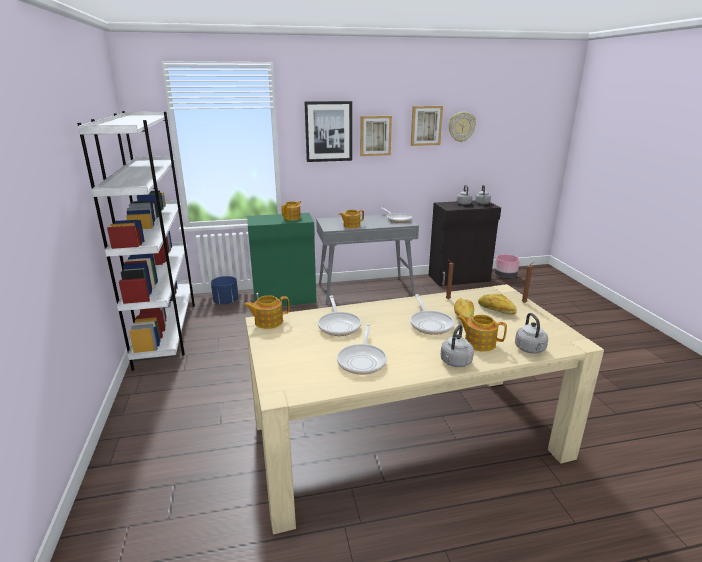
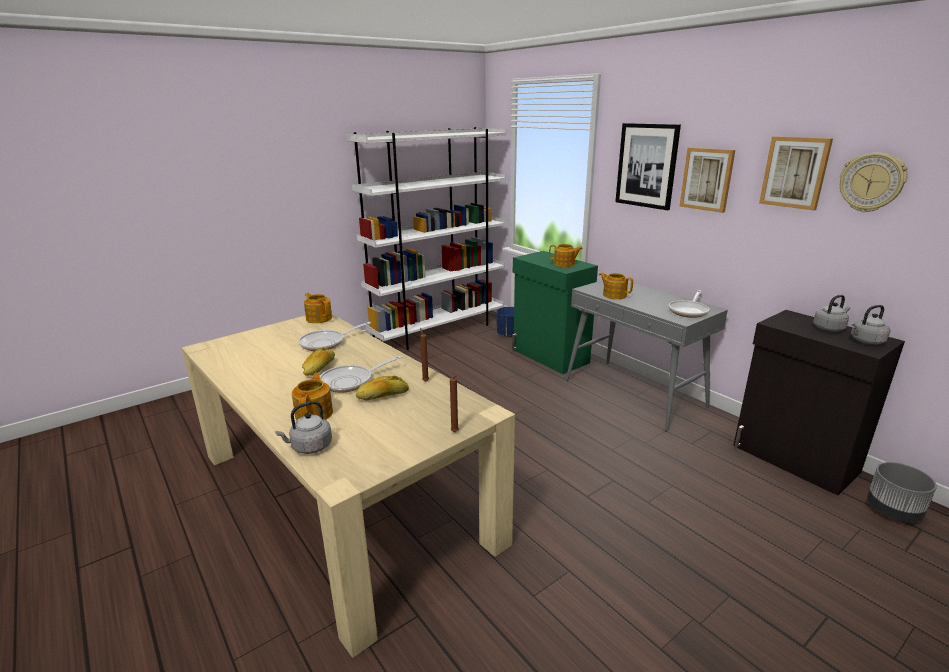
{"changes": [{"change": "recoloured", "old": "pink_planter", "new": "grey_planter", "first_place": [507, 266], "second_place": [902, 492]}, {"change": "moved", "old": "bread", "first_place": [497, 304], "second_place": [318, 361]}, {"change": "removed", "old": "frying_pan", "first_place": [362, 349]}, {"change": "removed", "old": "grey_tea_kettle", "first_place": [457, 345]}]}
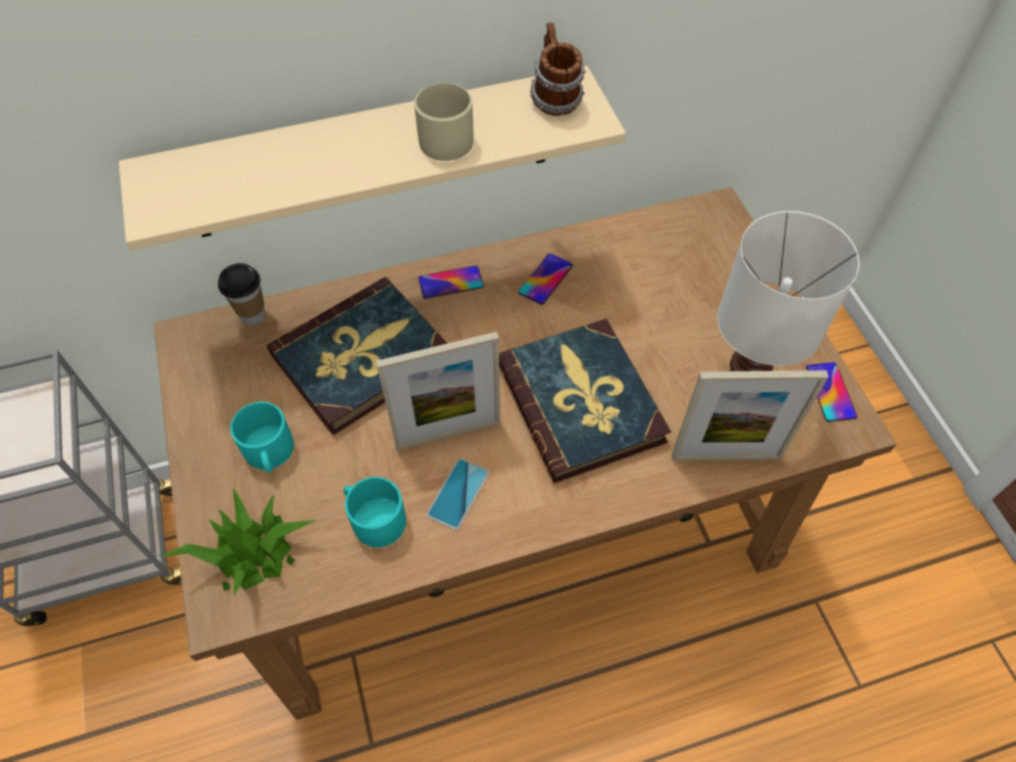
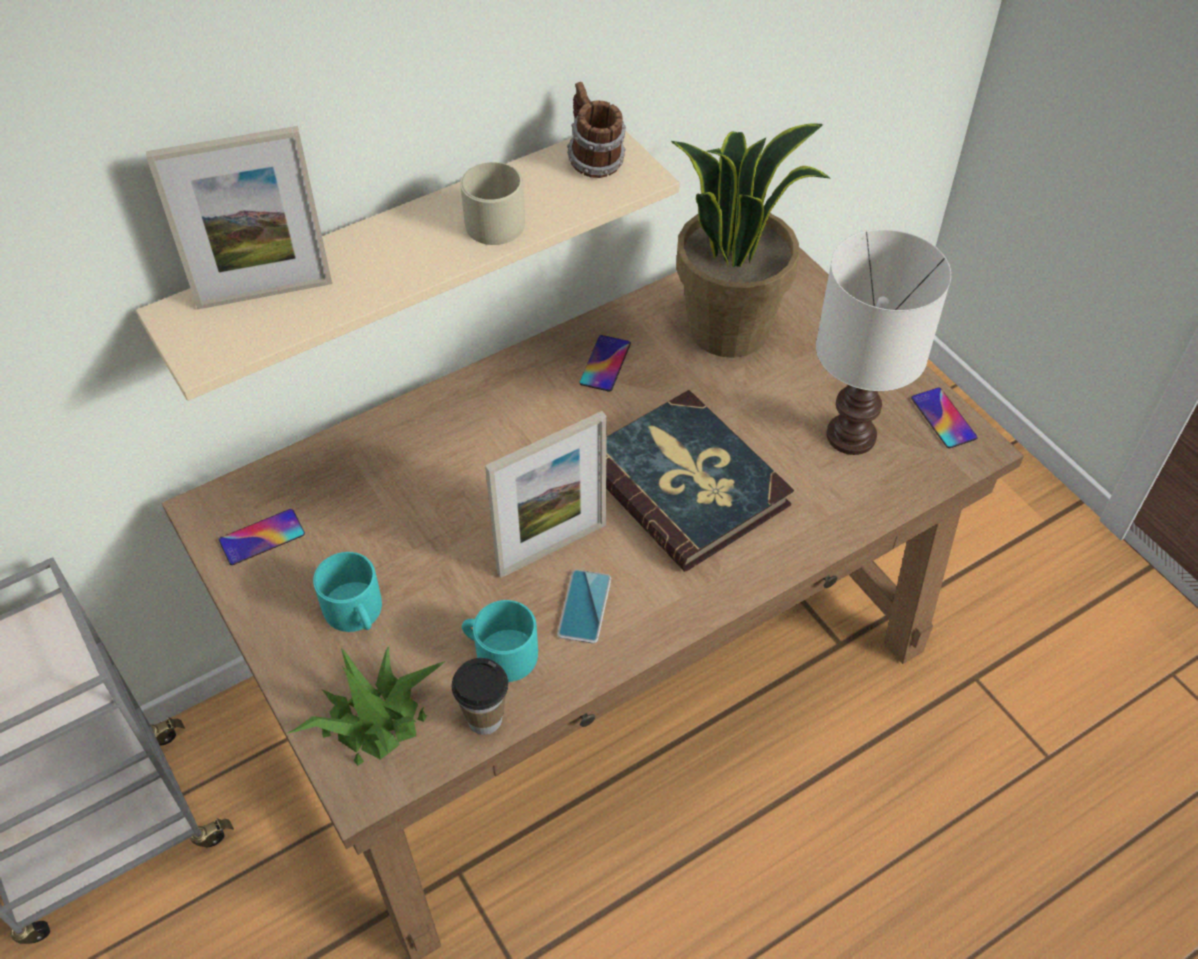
{"changes": [{"change": "moved", "old": "small_cup", "first_place": [242, 294], "second_place": [480, 696]}, {"change": "moved", "old": "handset", "first_place": [451, 282], "second_place": [262, 537]}, {"change": "removed", "old": "bound_book", "first_place": [357, 356]}, {"change": "moved", "old": "standing_frame", "first_place": [750, 415], "second_place": [239, 217]}, {"change": "added", "new": "plant_in_a_pot", "second_place": [750, 240]}]}
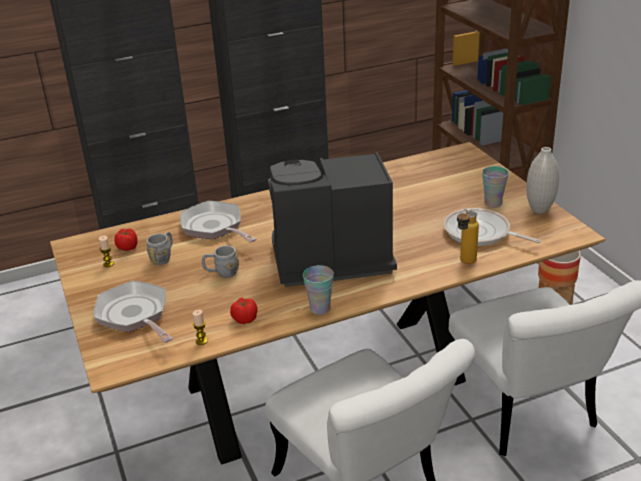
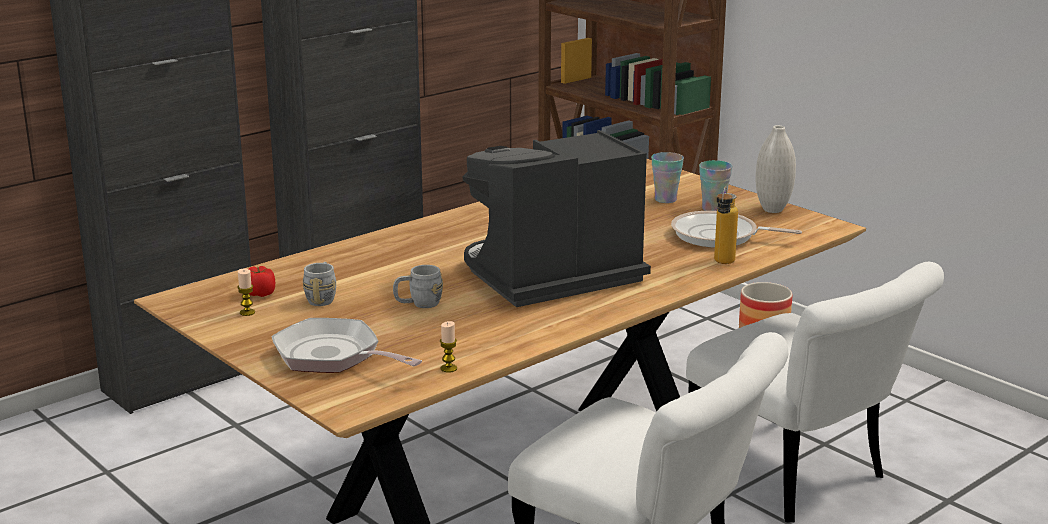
{"changes": [{"change": "removed", "old": "frying_pan", "first_place": [218, 222]}, {"change": "moved", "old": "small_cup", "first_place": [318, 290], "second_place": [667, 177]}, {"change": "removed", "old": "fresh_tomato", "first_place": [244, 311]}]}
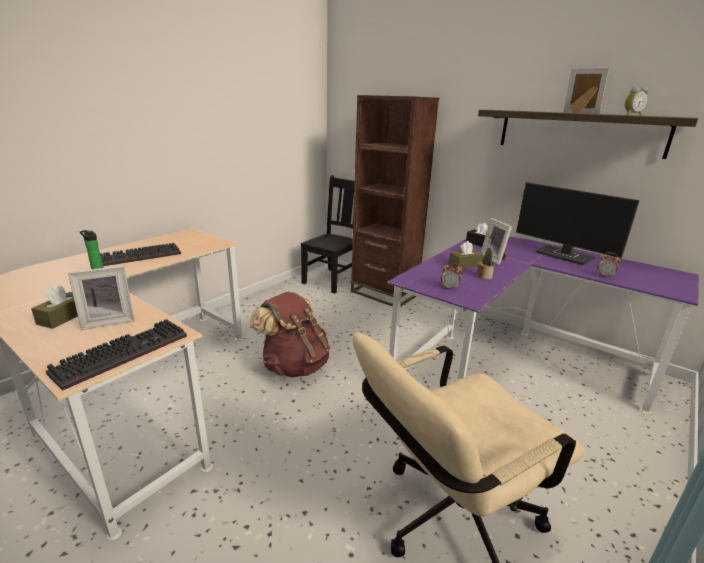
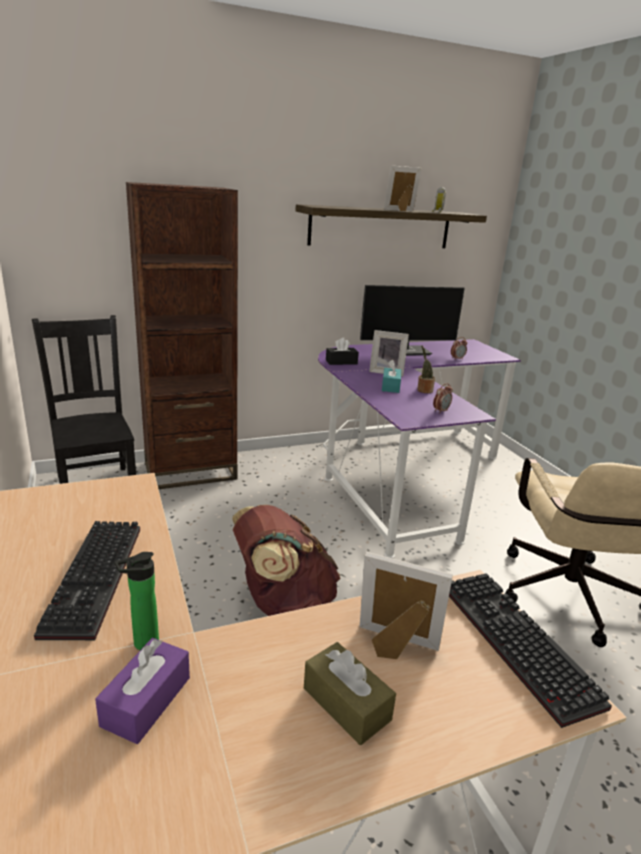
{"changes": [{"change": "recoloured", "old": "brown-coloured_box_of_tissues", "new": "blue-green_box_of_tissues", "first_place": [466, 255], "second_place": [391, 376]}, {"change": "turned", "old": "standing_frame", "first_place": [101, 298], "second_place": [406, 605], "degrees": -75}, {"change": "added", "new": "purple-coloured_box_of_tissues", "second_place": [142, 691]}]}
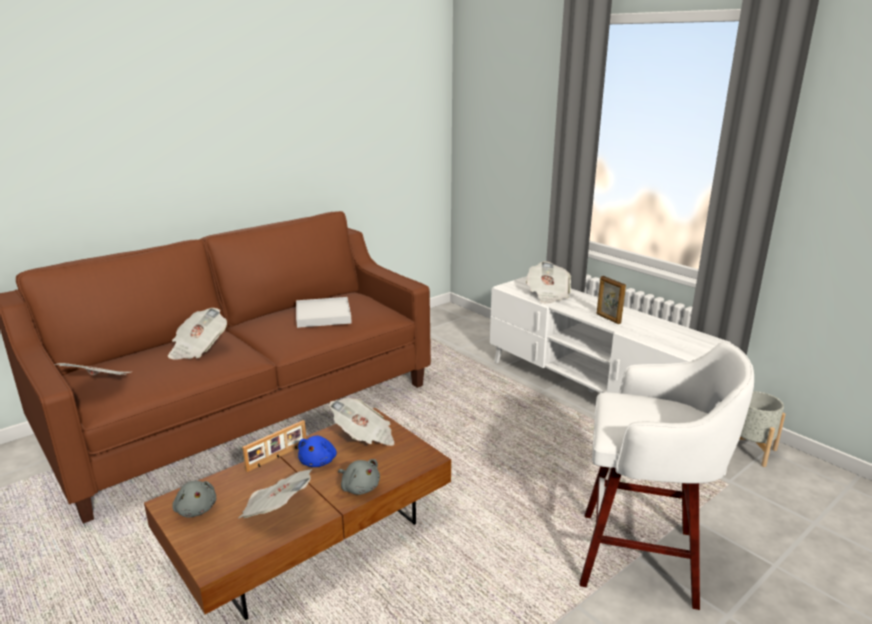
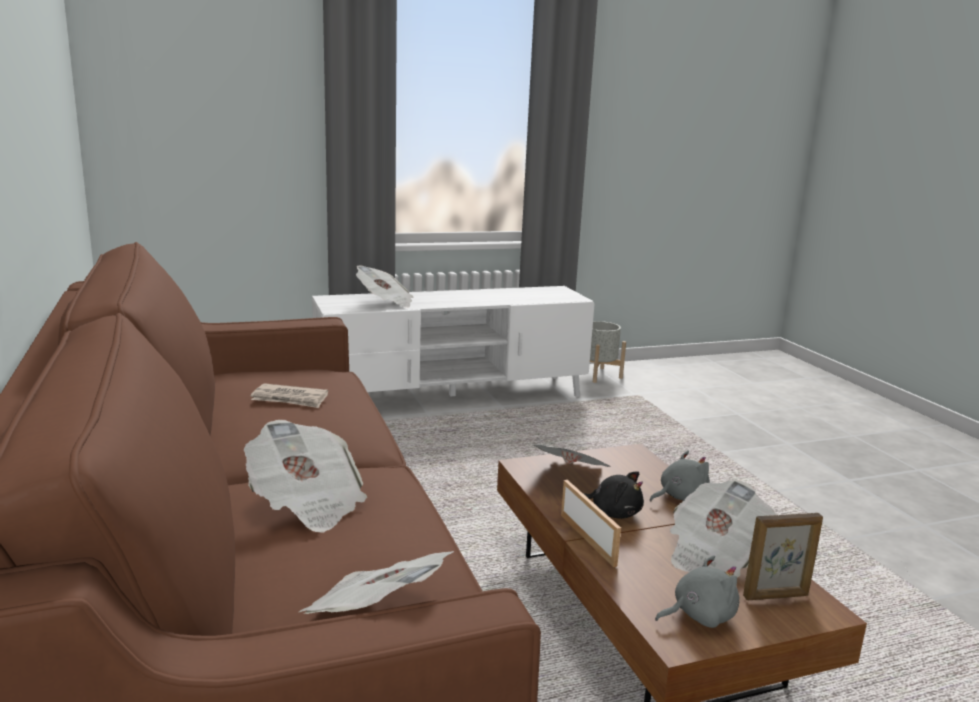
{"changes": [{"change": "moved", "old": "standing_frame", "first_place": [611, 300], "second_place": [783, 556]}, {"change": "replaced", "old": "white-coloured_serving_tray", "new": "daily_paper", "first_place": [324, 312], "second_place": [289, 395]}, {"change": "removed", "old": "white-coloured_stool", "first_place": [666, 476]}, {"change": "recoloured", "old": "bluish_cuddly_toy", "new": "black-coloured_cuddly_toy", "first_place": [317, 451], "second_place": [613, 495]}]}
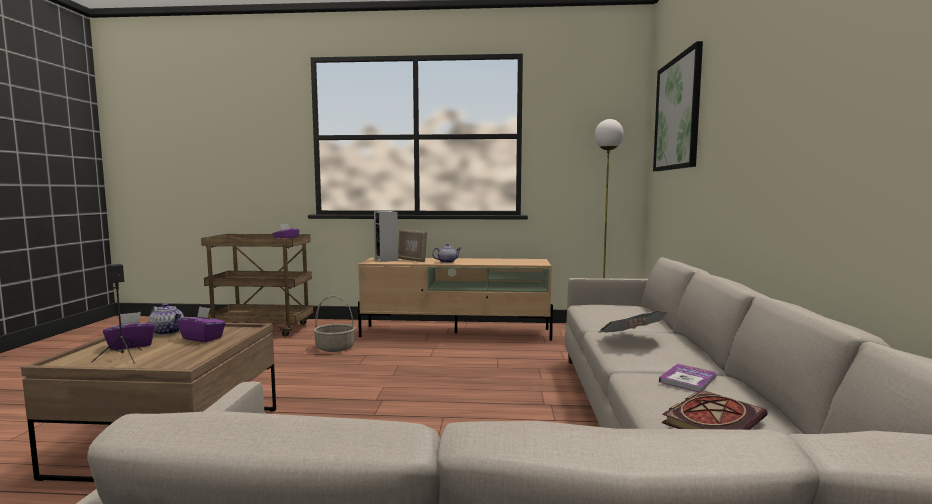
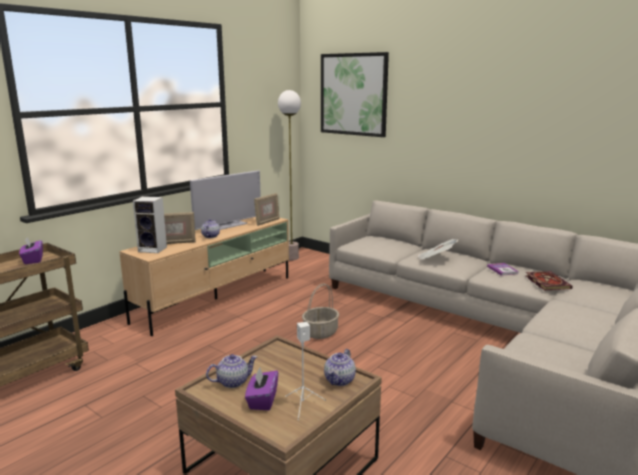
{"changes": [{"change": "recoloured", "old": "black-coloured_audio_speaker", "new": "white-coloured_audio_speaker", "first_place": [117, 314], "second_place": [305, 371]}, {"change": "moved", "old": "household_basket", "first_place": [334, 324], "second_place": [320, 311]}, {"change": "removed", "old": "purple-coloured_box_of_tissues", "first_place": [201, 324]}, {"change": "added", "new": "TV_set", "second_place": [225, 200]}, {"change": "added", "new": "standing_frame", "second_place": [267, 209]}, {"change": "added", "new": "tea_pot", "second_place": [340, 367]}]}
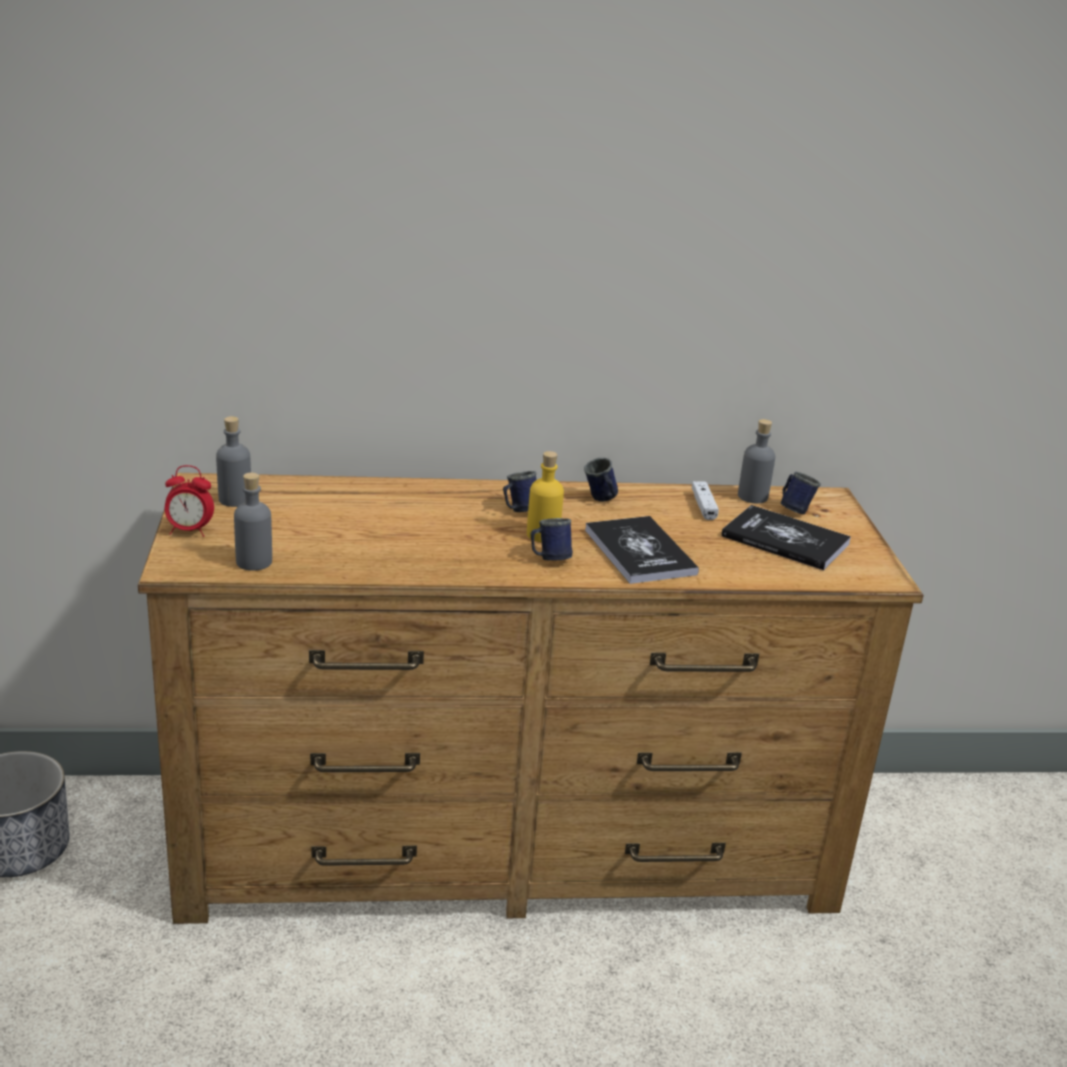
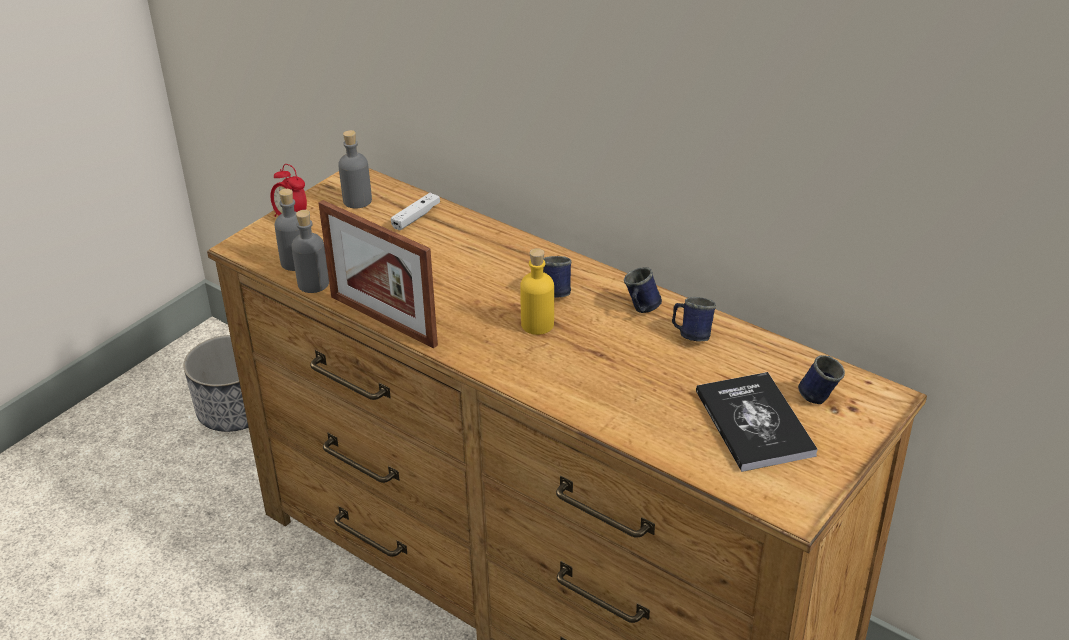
{"changes": [{"change": "moved", "old": "grey_drink_bottle", "first_place": [756, 461], "second_place": [310, 251]}, {"change": "moved", "old": "white-coloured_game_controller", "first_place": [705, 500], "second_place": [415, 211]}, {"change": "removed", "old": "bound_book", "first_place": [642, 550]}, {"change": "moved", "old": "bluish_mug", "first_place": [552, 539], "second_place": [694, 319]}, {"change": "added", "new": "standing_frame", "second_place": [378, 274]}]}
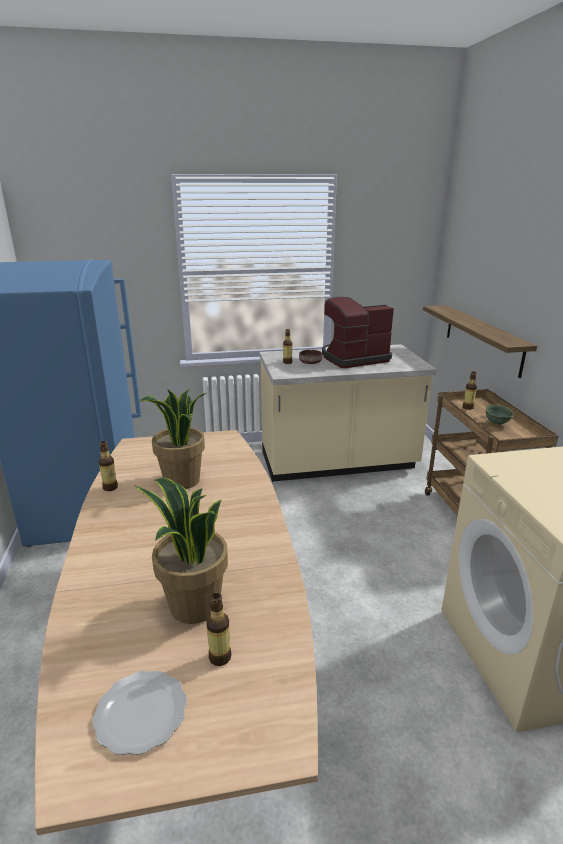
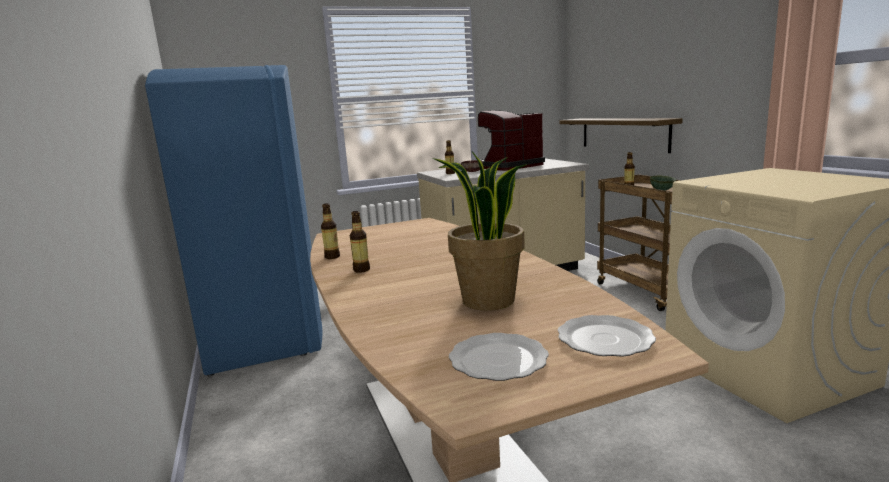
{"changes": [{"change": "removed", "old": "plant_in_a_pot", "first_place": [172, 438]}, {"change": "moved", "old": "drink_bottle", "first_place": [218, 629], "second_place": [360, 242]}, {"change": "added", "new": "dinner_plate", "second_place": [607, 336]}]}
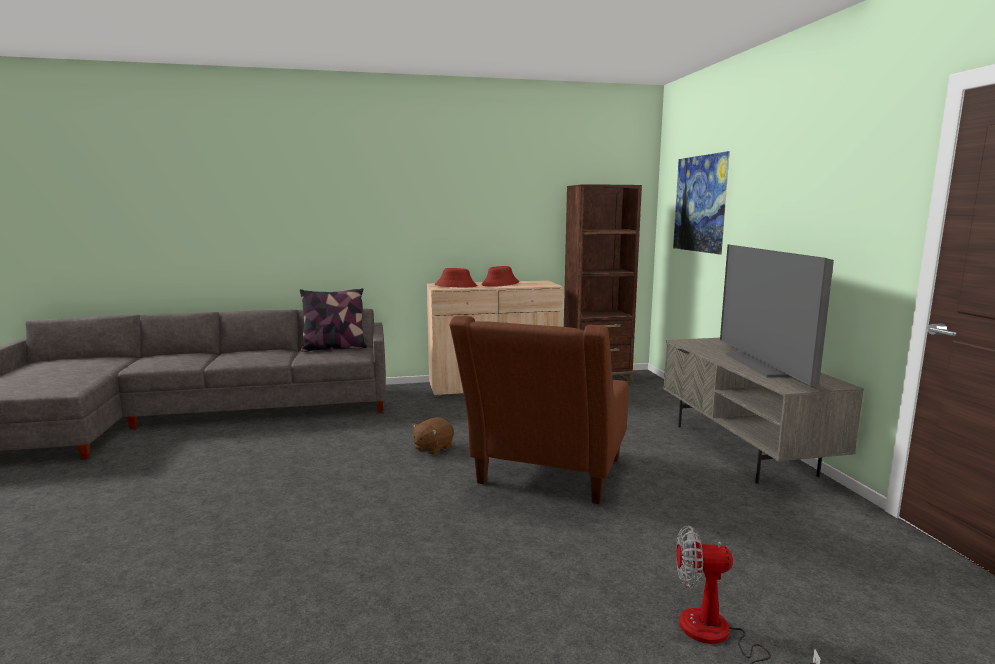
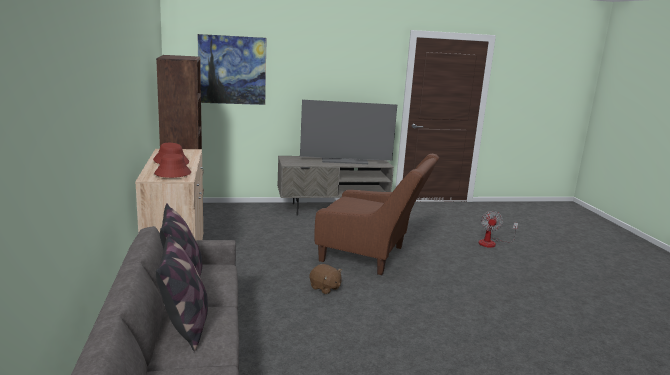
{"changes": [{"change": "added", "new": "throw_pillow", "second_place": [182, 292]}]}
